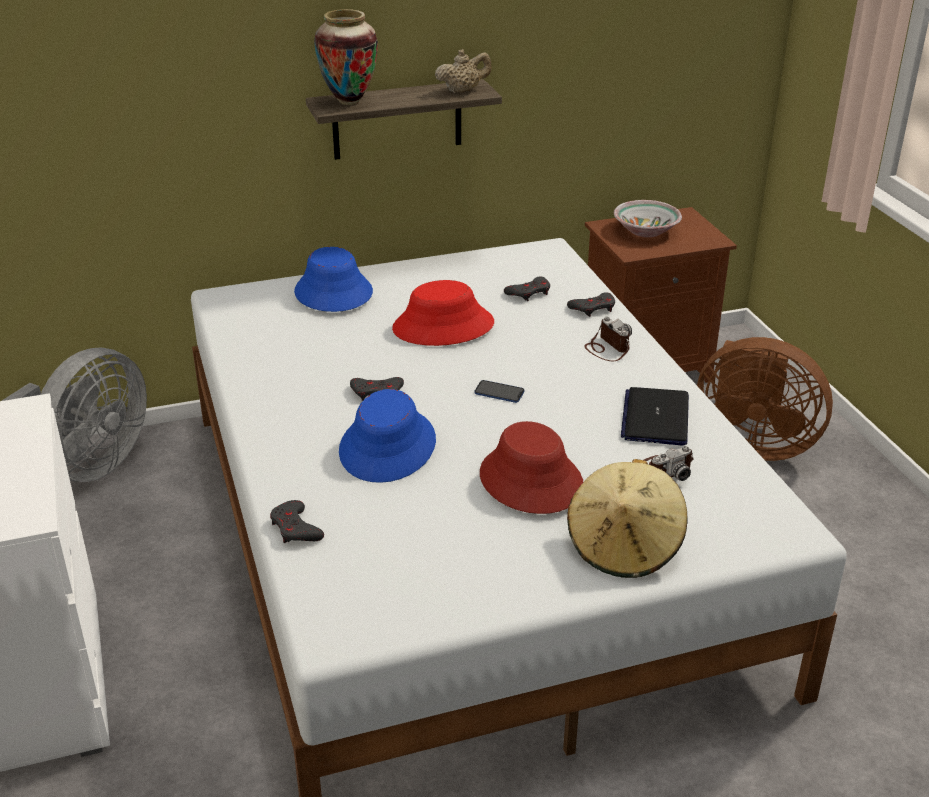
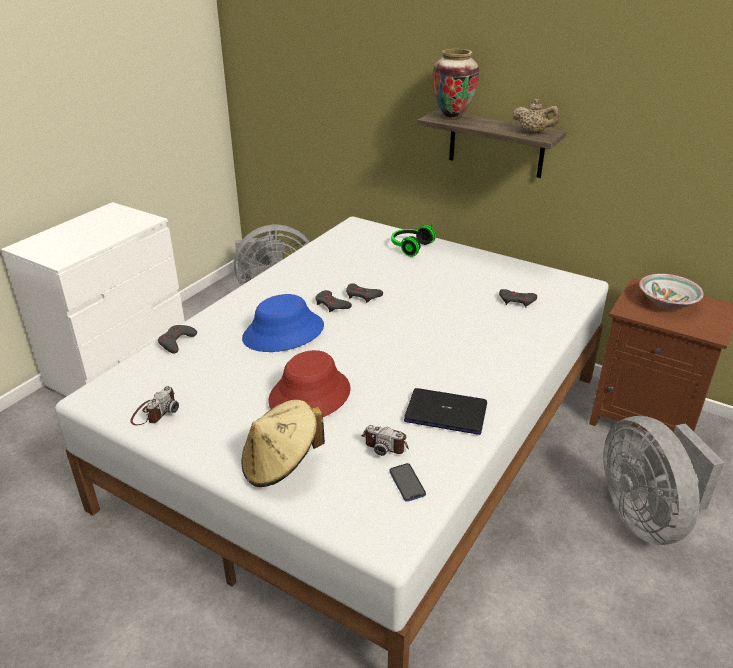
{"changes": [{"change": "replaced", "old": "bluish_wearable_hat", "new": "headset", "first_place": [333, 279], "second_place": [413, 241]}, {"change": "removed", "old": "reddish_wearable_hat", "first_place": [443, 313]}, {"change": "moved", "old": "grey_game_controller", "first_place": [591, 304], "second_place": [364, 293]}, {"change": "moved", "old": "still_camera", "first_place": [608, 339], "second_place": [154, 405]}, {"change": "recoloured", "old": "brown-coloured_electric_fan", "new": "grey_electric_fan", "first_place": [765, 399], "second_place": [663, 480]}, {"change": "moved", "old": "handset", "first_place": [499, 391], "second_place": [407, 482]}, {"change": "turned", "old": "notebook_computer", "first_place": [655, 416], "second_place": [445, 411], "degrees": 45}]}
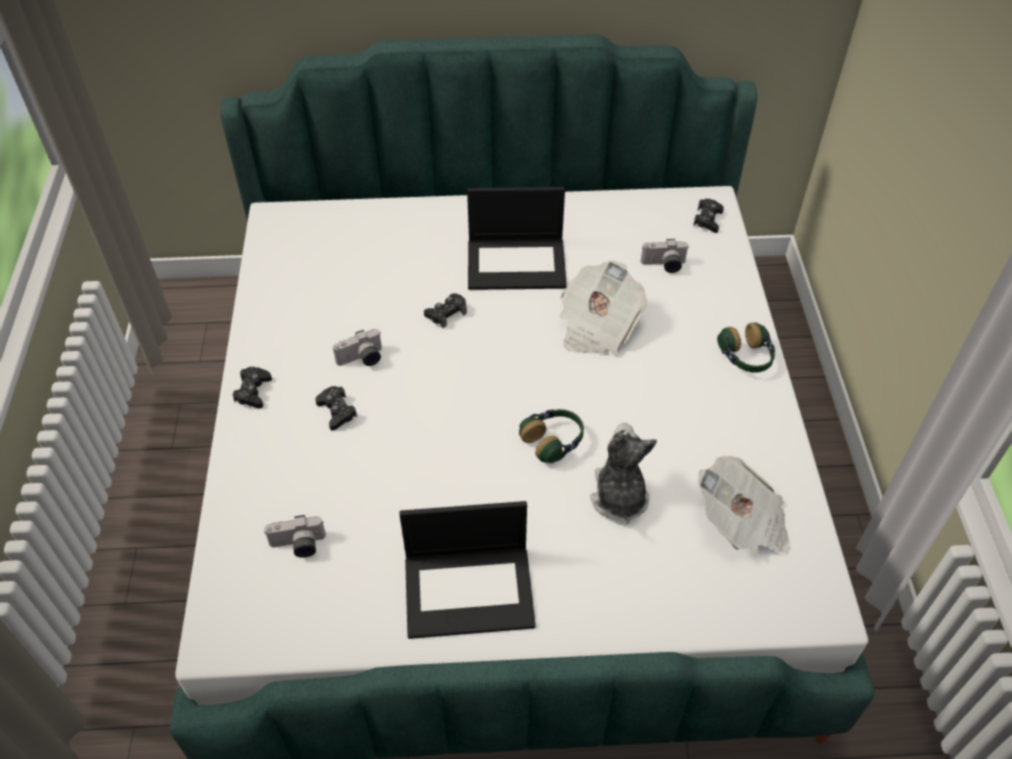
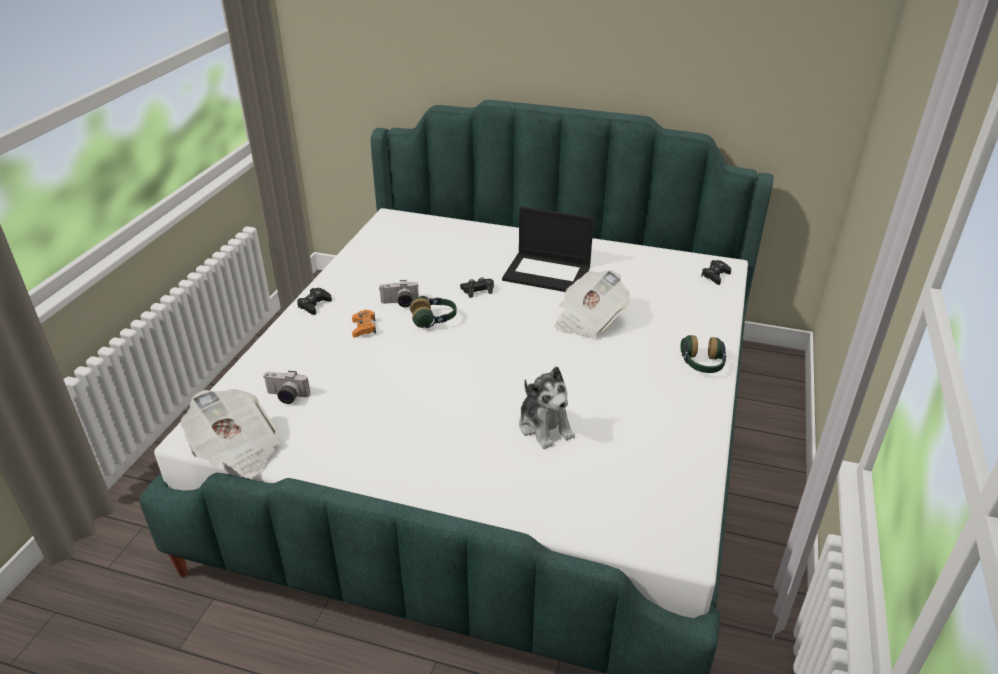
{"changes": [{"change": "removed", "old": "still_camera", "first_place": [665, 256]}, {"change": "recoloured", "old": "black-coloured_game_controller", "new": "orange-coloured_game_controller", "first_place": [336, 408], "second_place": [364, 324]}, {"change": "moved", "old": "headset", "first_place": [551, 436], "second_place": [433, 312]}, {"change": "turned", "old": "cuddly_toy", "first_place": [623, 473], "second_place": [547, 407], "degrees": 135}, {"change": "moved", "old": "daily_paper", "first_place": [744, 505], "second_place": [230, 433]}, {"change": "removed", "old": "notebook_computer", "first_place": [468, 570]}]}
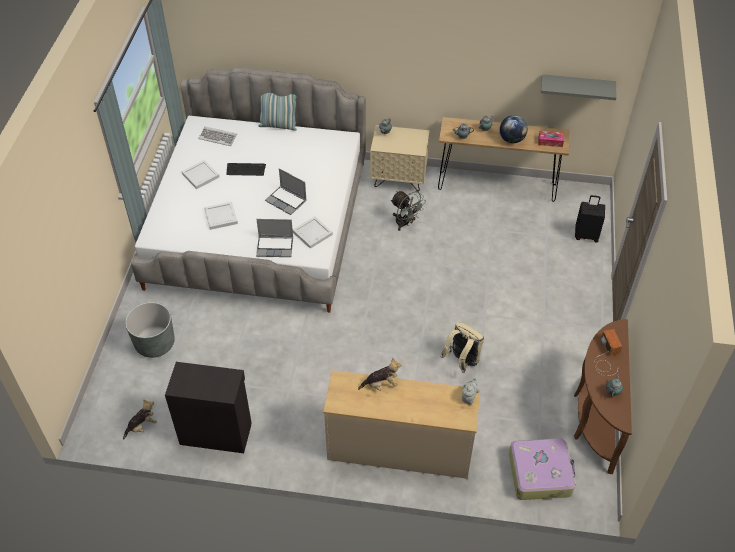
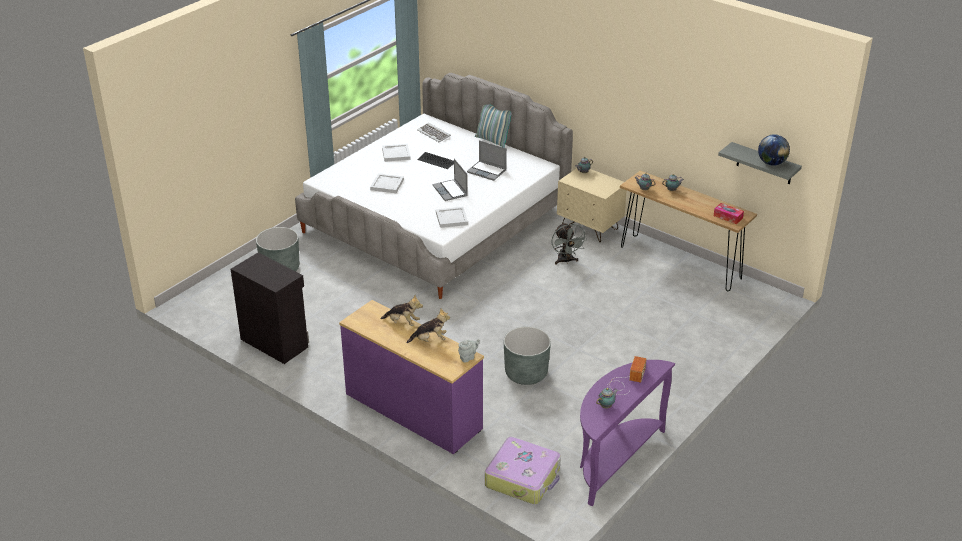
{"changes": [{"change": "moved", "old": "desk_globe", "first_place": [514, 129], "second_place": [774, 150]}, {"change": "removed", "old": "black-coloured_travel_case", "first_place": [590, 219]}, {"change": "moved", "old": "notebook_computer", "first_place": [274, 238], "second_place": [487, 160]}, {"change": "recoloured", "old": "brown-coloured_hall_table", "new": "purple-coloured_hall_table", "first_place": [603, 396], "second_place": [627, 433]}, {"change": "replaced", "old": "beige_backpack", "new": "grey_planter", "first_place": [462, 348], "second_place": [527, 355]}, {"change": "recoloured", "old": "beige_drawer_chest", "new": "purple-coloured_drawer_chest", "first_place": [401, 424], "second_place": [411, 377]}, {"change": "moved", "old": "cuddly_toy", "first_place": [140, 419], "second_place": [428, 325]}]}
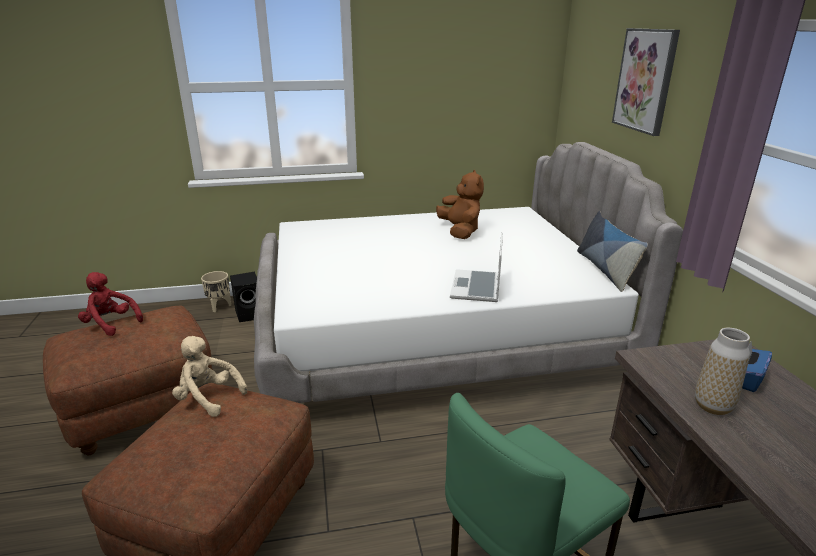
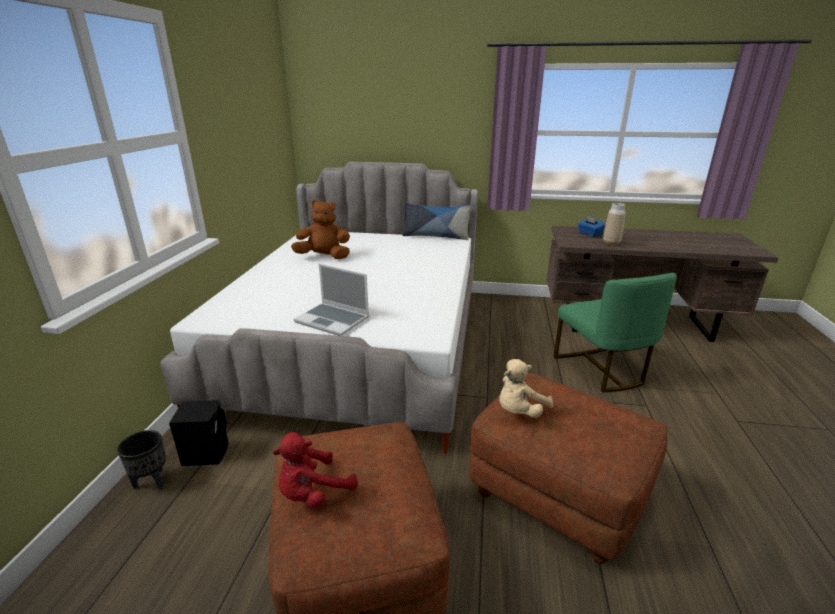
{"changes": [{"change": "removed", "old": "wall_art", "first_place": [646, 82]}, {"change": "moved", "old": "notebook_computer", "first_place": [476, 267], "second_place": [331, 300]}, {"change": "recoloured", "old": "beige_planter", "new": "black-coloured_planter", "first_place": [216, 291], "second_place": [141, 460]}]}
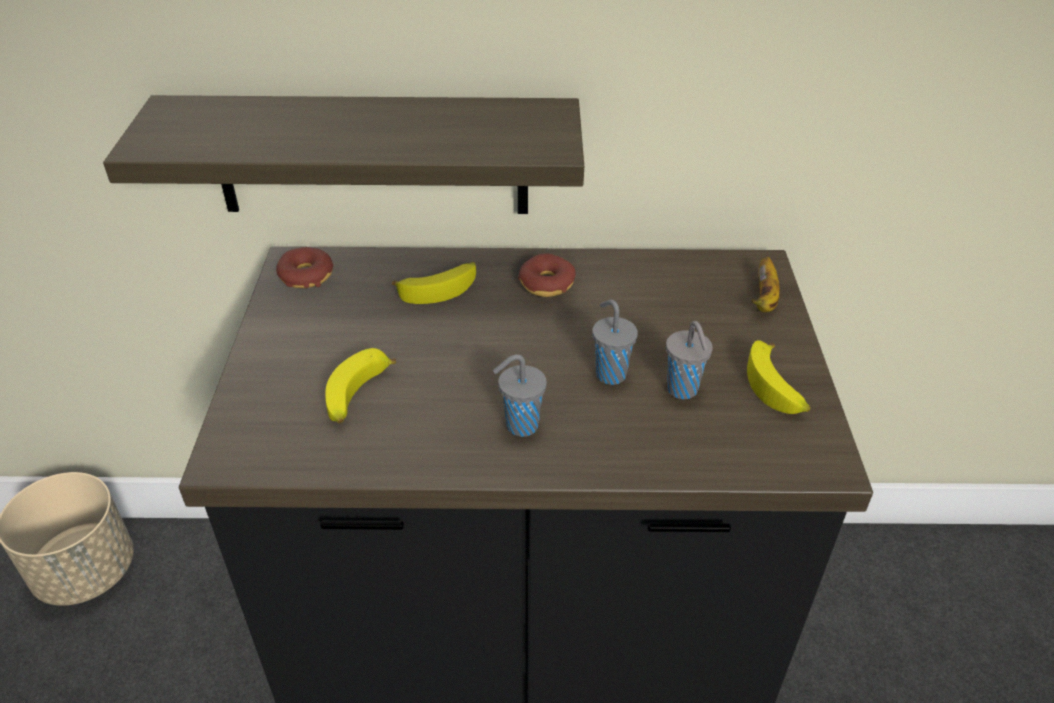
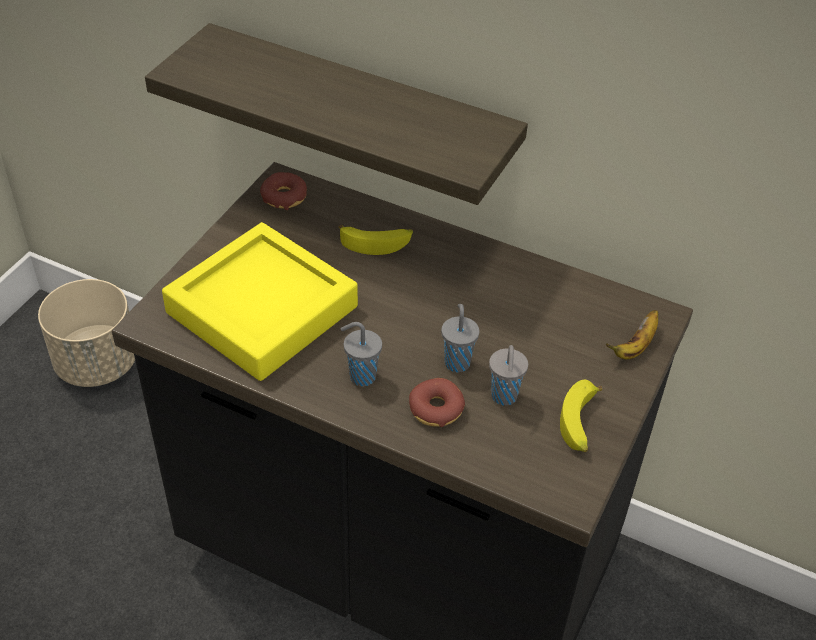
{"changes": [{"change": "moved", "old": "ring_doughnut", "first_place": [547, 275], "second_place": [437, 402]}, {"change": "replaced", "old": "banana", "new": "yellow_serving_tray", "first_place": [360, 385], "second_place": [260, 301]}]}
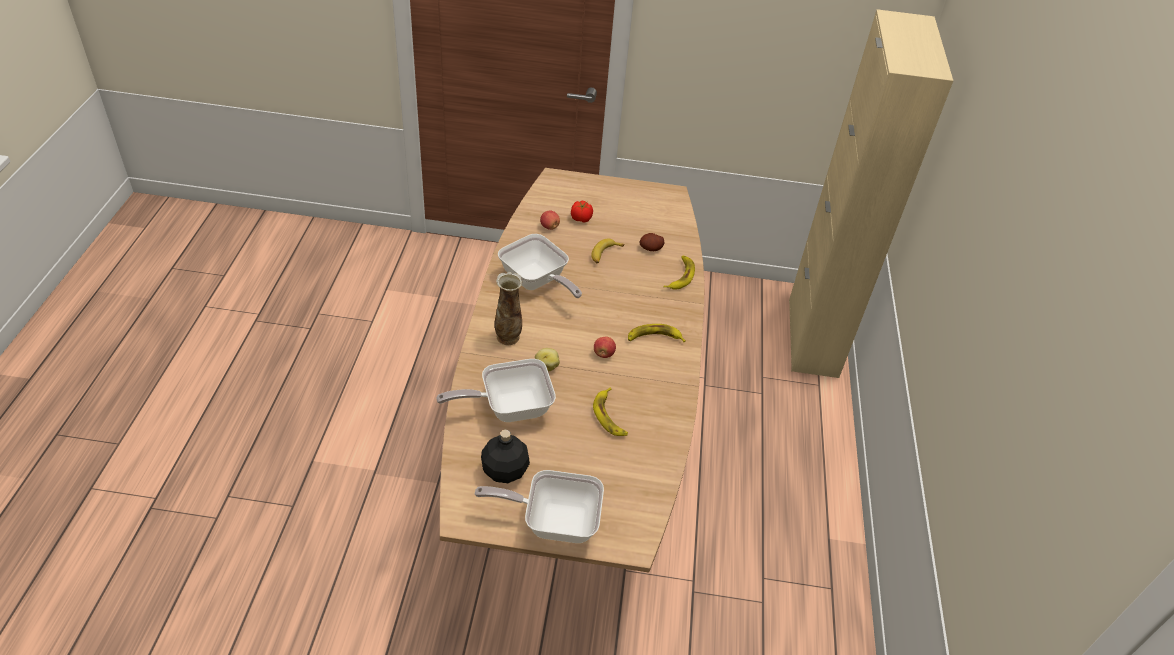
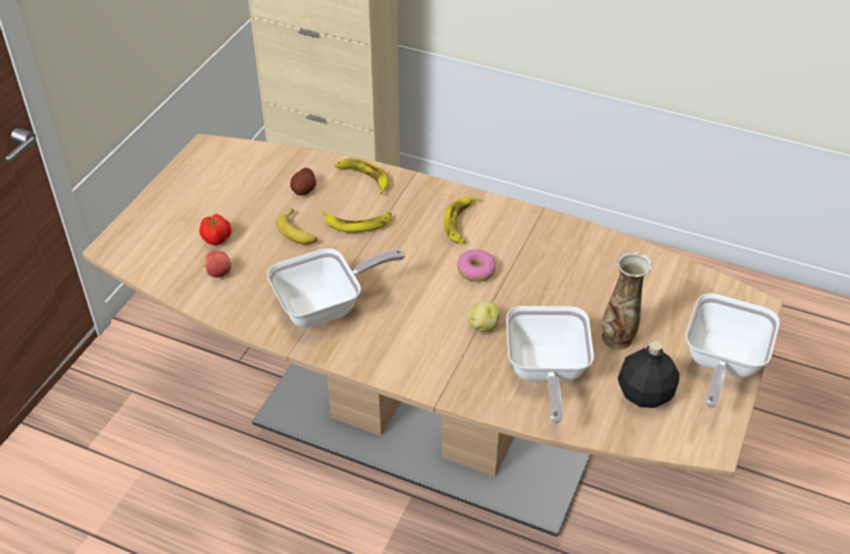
{"changes": [{"change": "moved", "old": "decorative_vase", "first_place": [509, 308], "second_place": [627, 301]}, {"change": "replaced", "old": "apple", "new": "ring_doughnut", "first_place": [605, 347], "second_place": [476, 265]}, {"change": "moved", "old": "banana", "first_place": [610, 412], "second_place": [357, 222]}]}
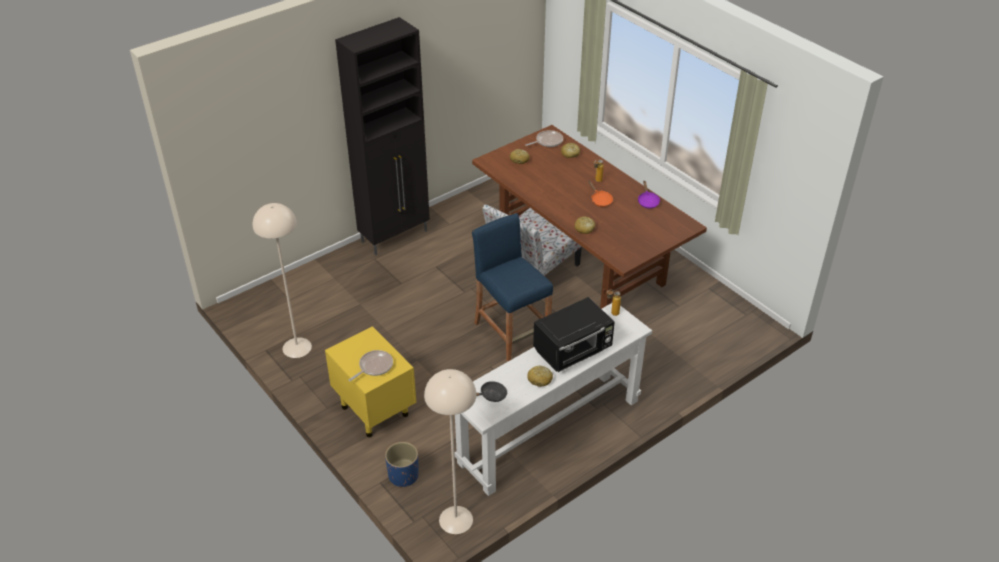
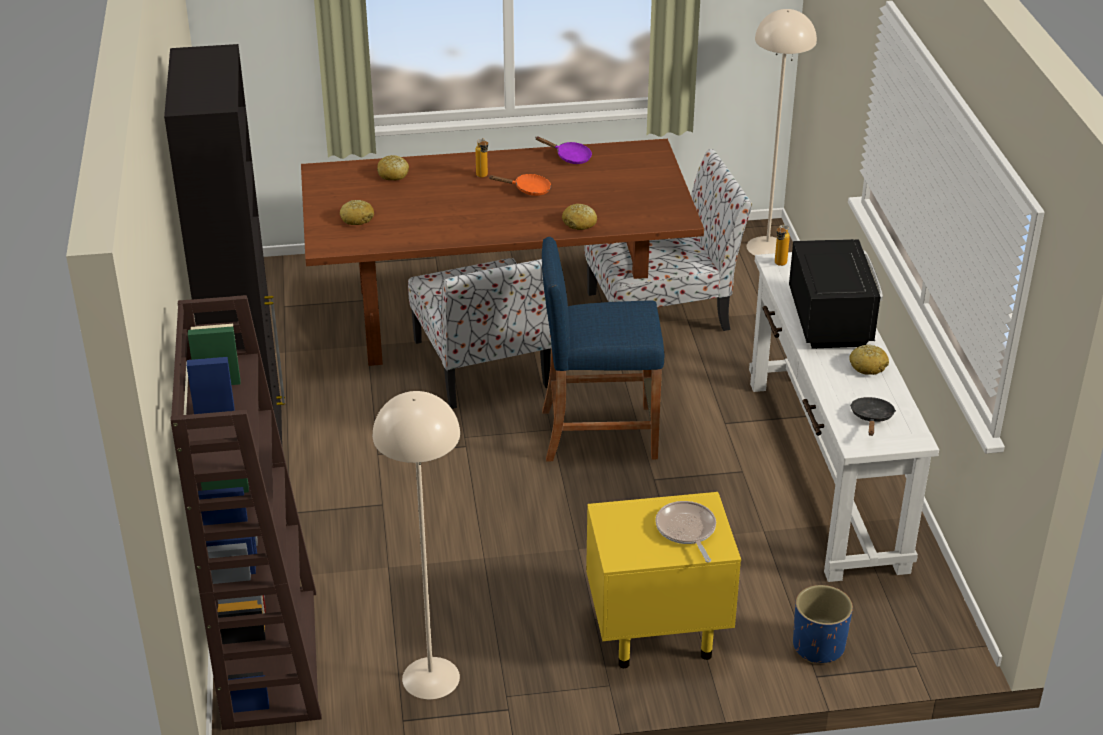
{"changes": [{"change": "removed", "old": "frying_pan", "first_place": [544, 138]}, {"change": "moved", "old": "beige_floor_lamp", "first_place": [450, 451], "second_place": [782, 132]}, {"change": "added", "new": "chair", "second_place": [668, 240]}, {"change": "added", "new": "brown-coloured_bookshelf", "second_place": [246, 512]}]}
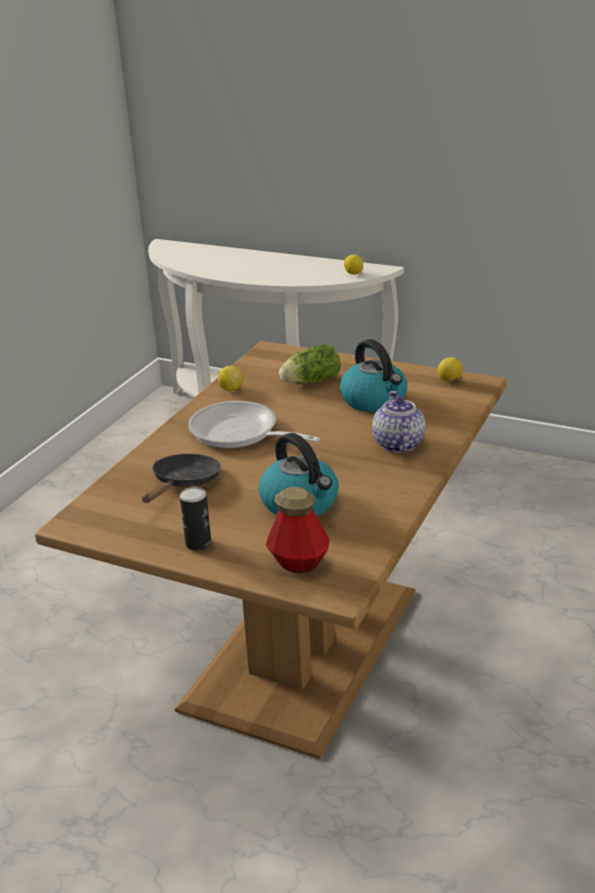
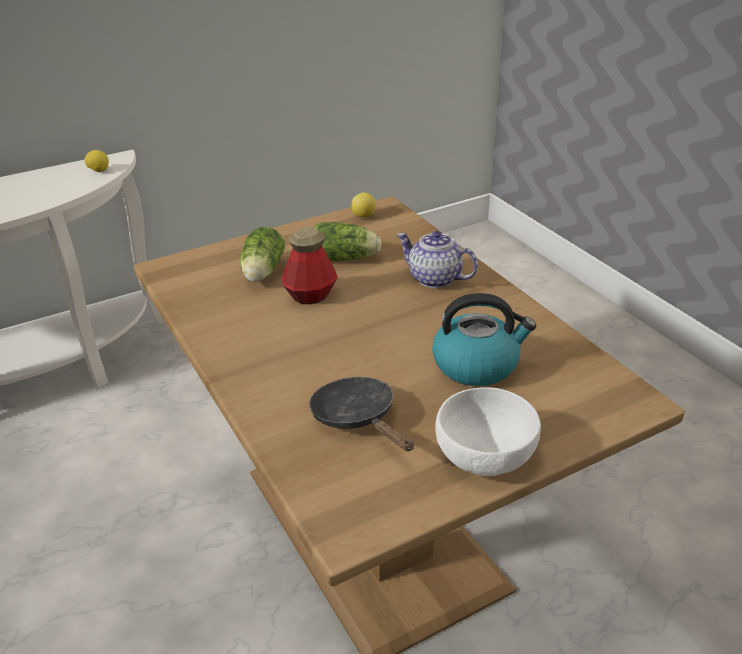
{"changes": [{"change": "replaced", "old": "tea_kettle", "new": "lettuce_head", "first_place": [373, 375], "second_place": [347, 241]}, {"change": "removed", "old": "citrus_fruit", "first_place": [230, 378]}, {"change": "removed", "old": "frying_pan", "first_place": [254, 425]}, {"change": "replaced", "old": "can", "new": "white-coloured_serving_bowl", "first_place": [195, 519], "second_place": [488, 431]}, {"change": "moved", "old": "drink_bottle", "first_place": [298, 530], "second_place": [309, 265]}]}
